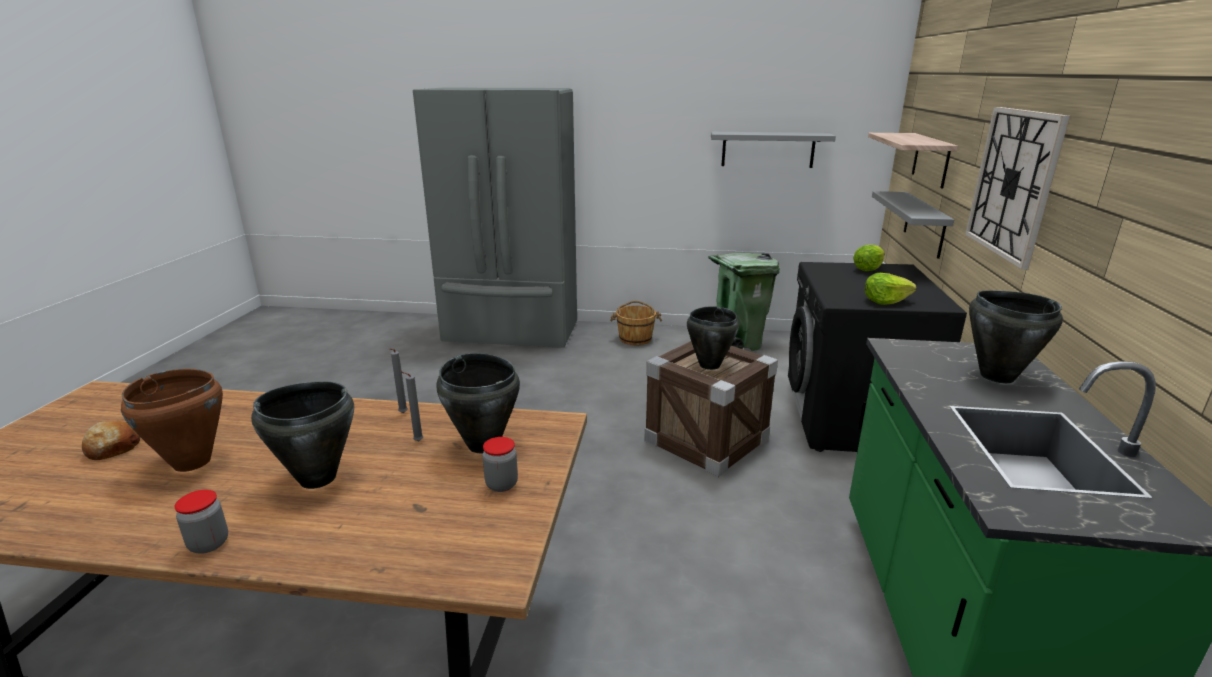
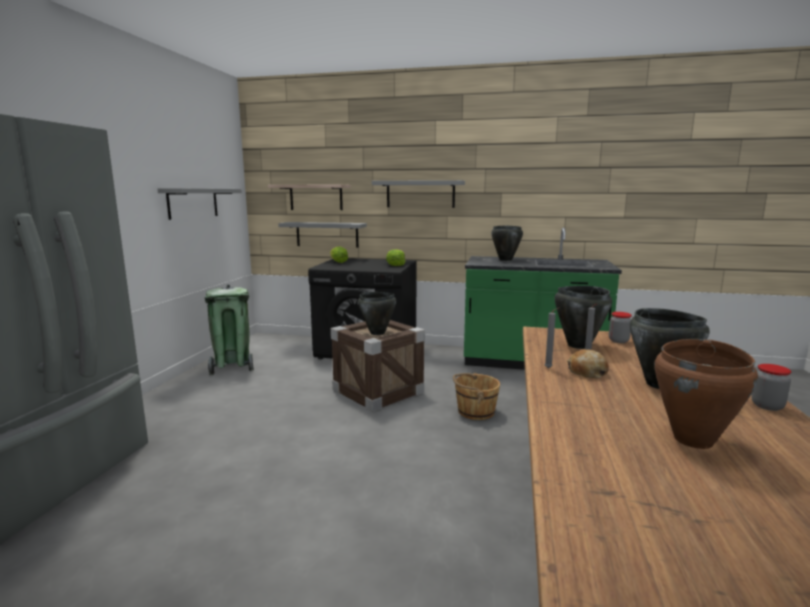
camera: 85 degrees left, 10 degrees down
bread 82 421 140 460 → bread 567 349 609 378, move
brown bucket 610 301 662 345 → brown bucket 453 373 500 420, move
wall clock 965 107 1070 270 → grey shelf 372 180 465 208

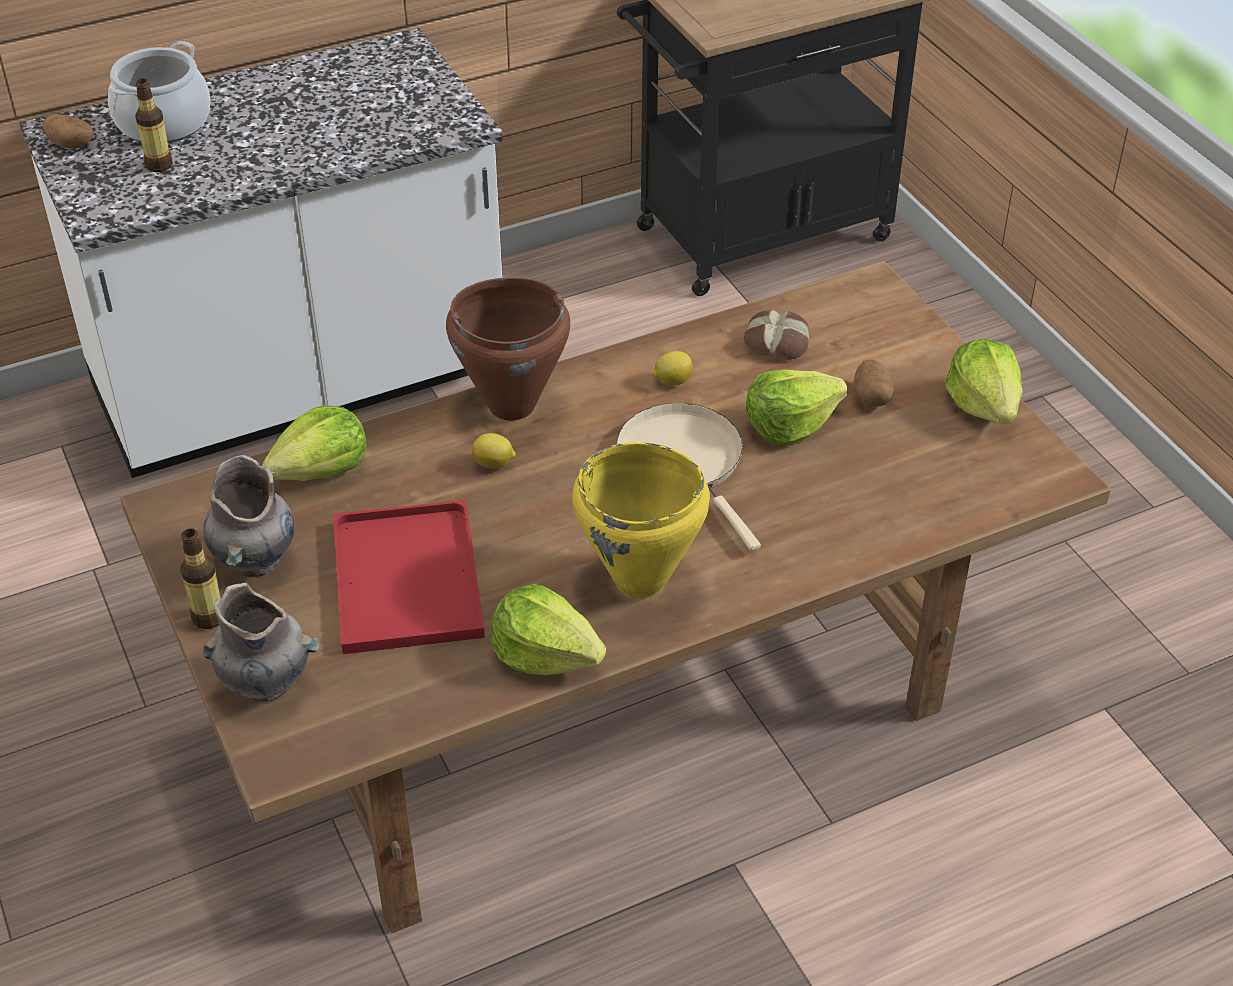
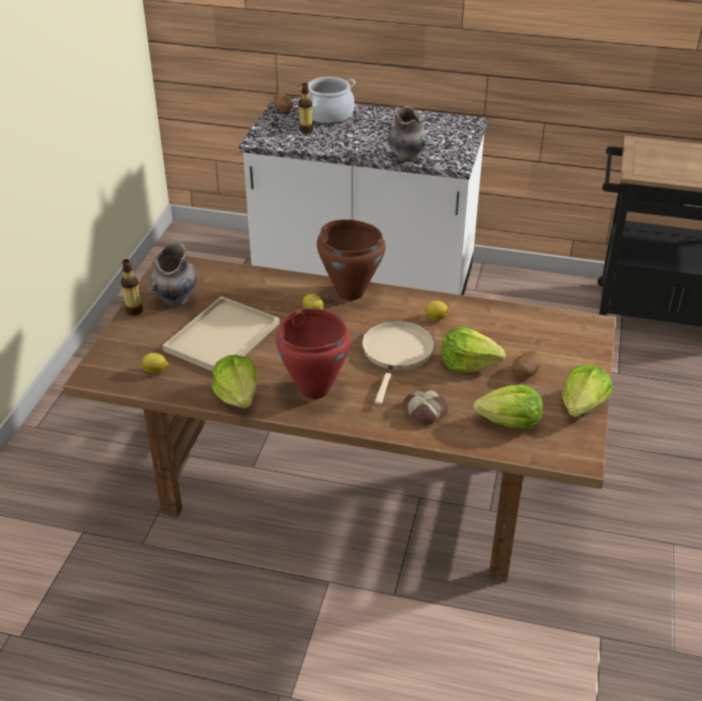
camera: 40 degrees right, 5 degrees down
- → lemon 142 353 169 374
grey vase 203 583 319 702 → grey vase 388 106 429 162, move
lettuce 262 405 366 481 → lettuce 473 385 543 430, move
bread 744 310 810 360 → bread 403 388 448 425, move
red tray 333 500 485 654 → beige tray 162 296 280 372
yellow cooking pot 572 442 710 598 → red cooking pot 276 308 351 399

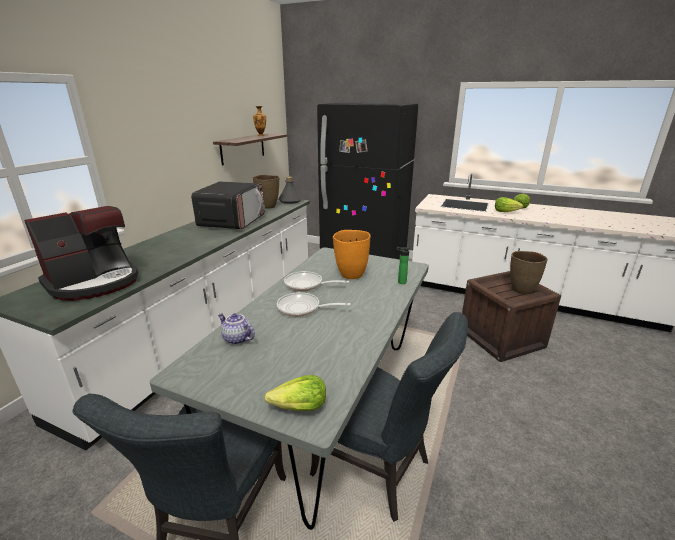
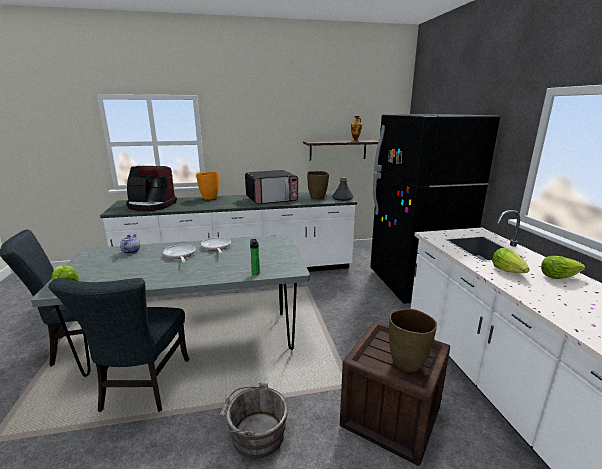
camera: 55 degrees right, 5 degrees down
- → grey bucket 219 383 288 459
orange vase 333 230 370 279 → orange vase 196 172 219 200, move

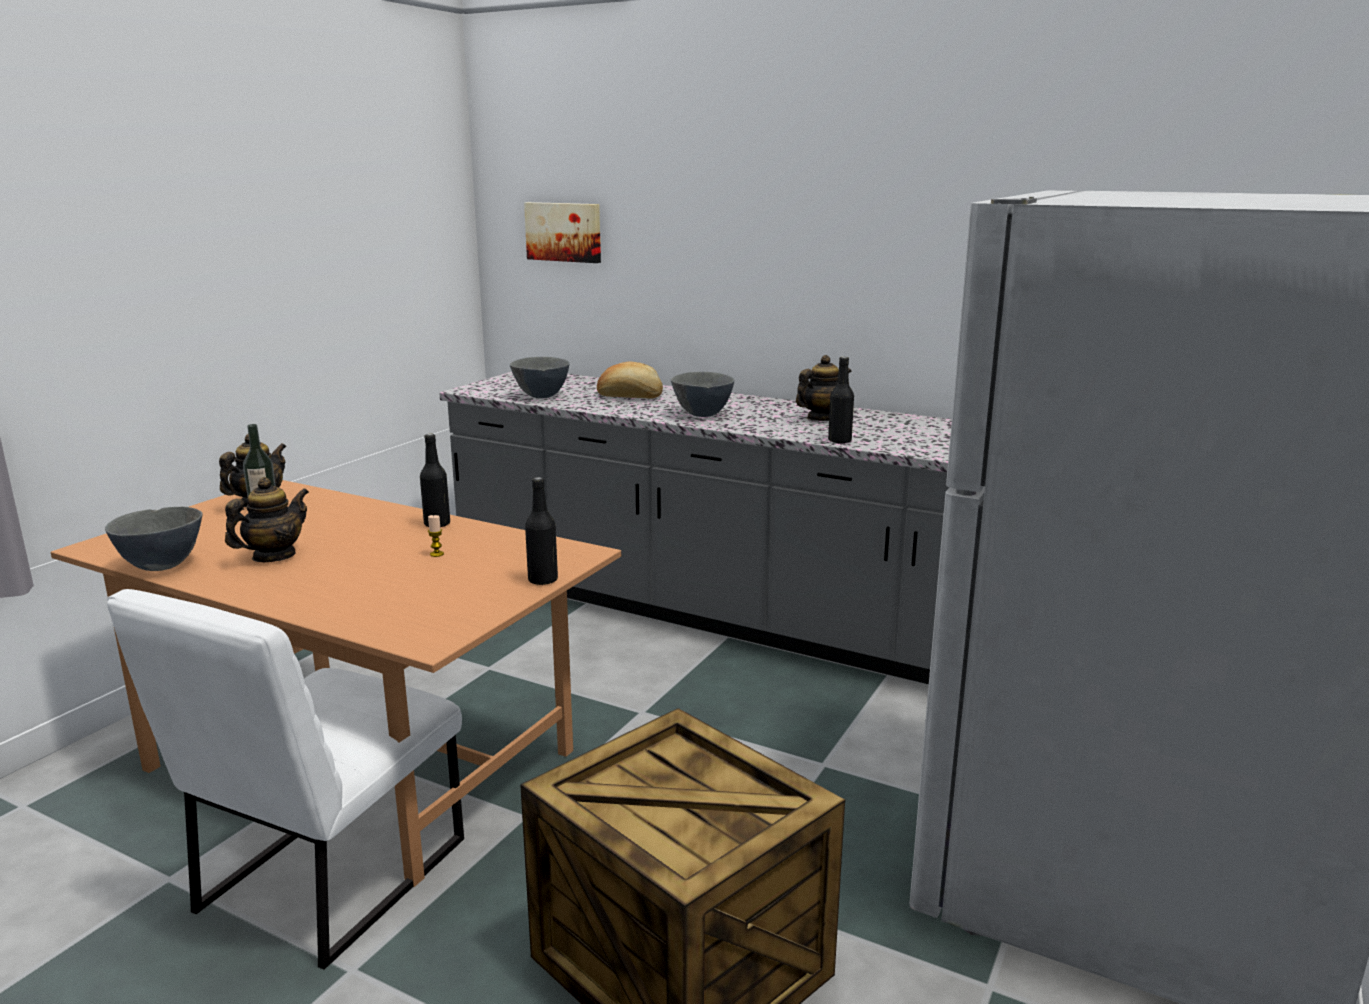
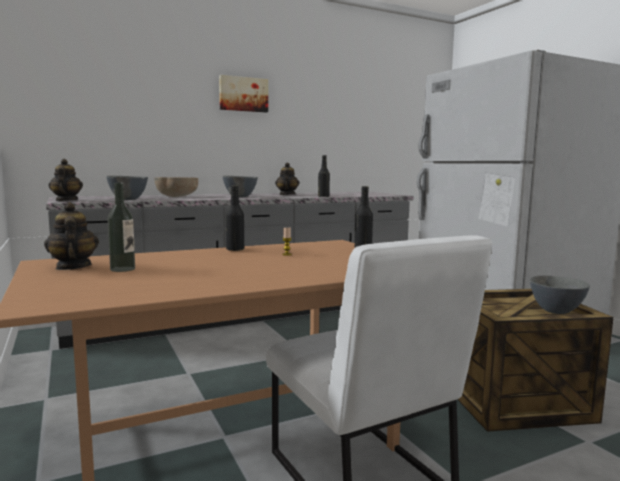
camera: 55 degrees left, 10 degrees down
grey bowl 105 507 202 571 → grey bowl 530 276 590 314, move
teapot 225 477 309 562 → teapot 49 159 83 201, move
picture 524 202 601 263 → picture 219 75 268 113, move
bread 597 362 663 399 → brown bowl 155 177 198 197

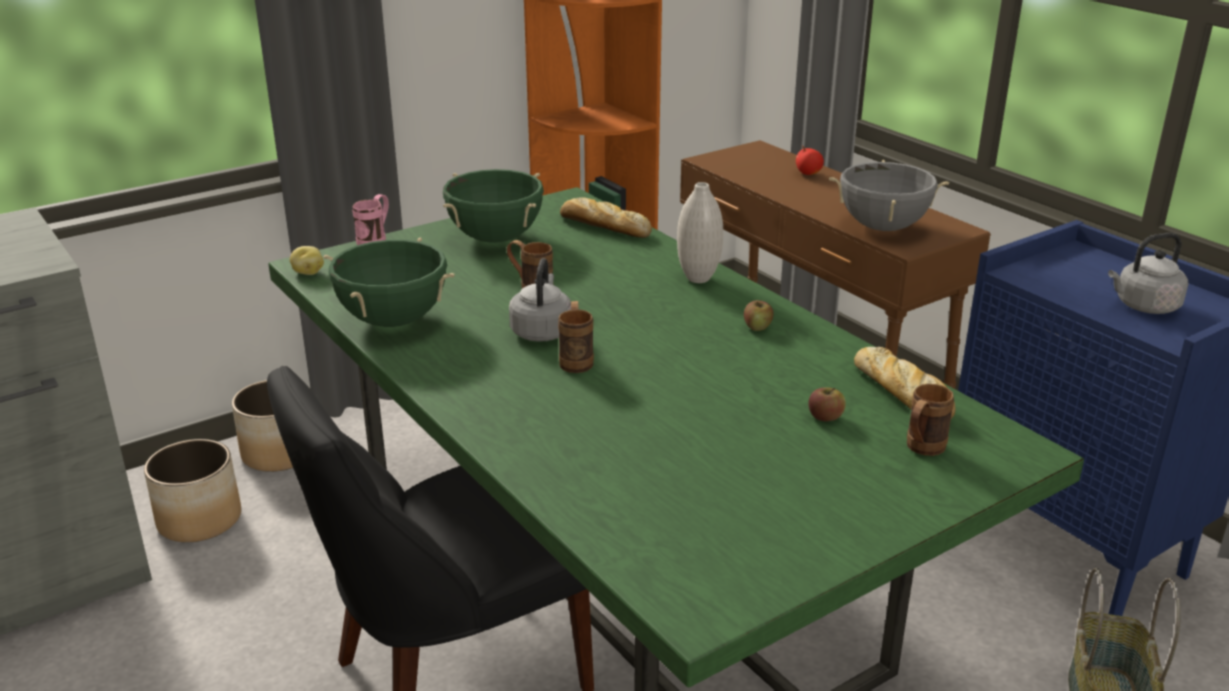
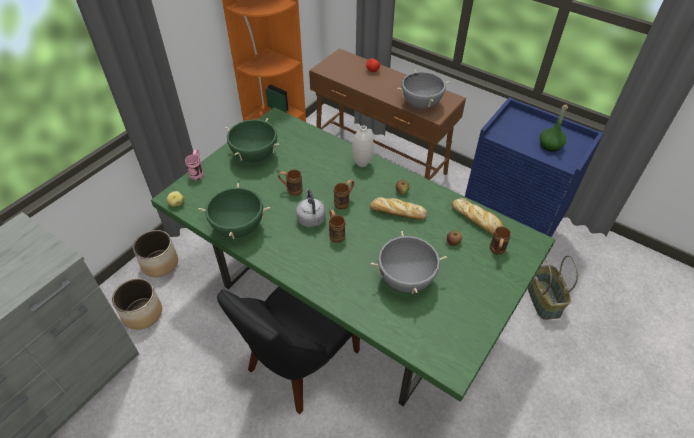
camera: 20 degrees left, 20 degrees up
- → brown mug 334 180 354 209
- → grey cooking pot 371 231 447 294
bread 560 197 652 238 → bread 370 197 427 220, move
grey kettle 1108 233 1188 314 → green bottle 540 104 568 152

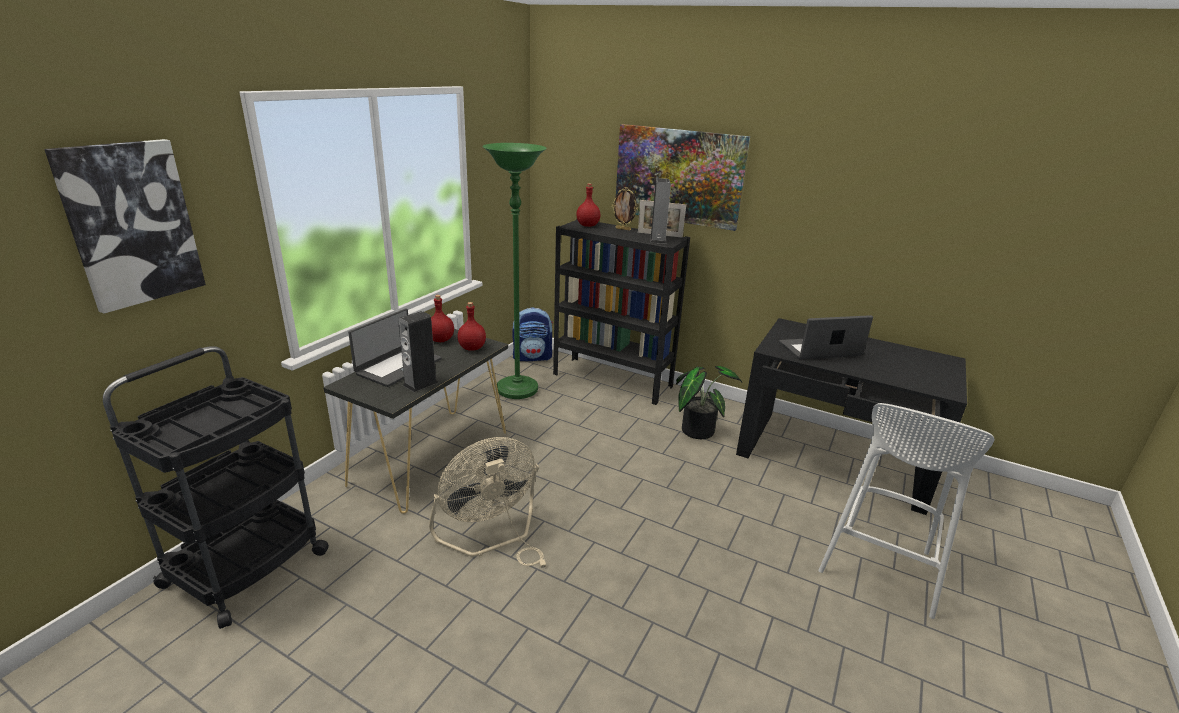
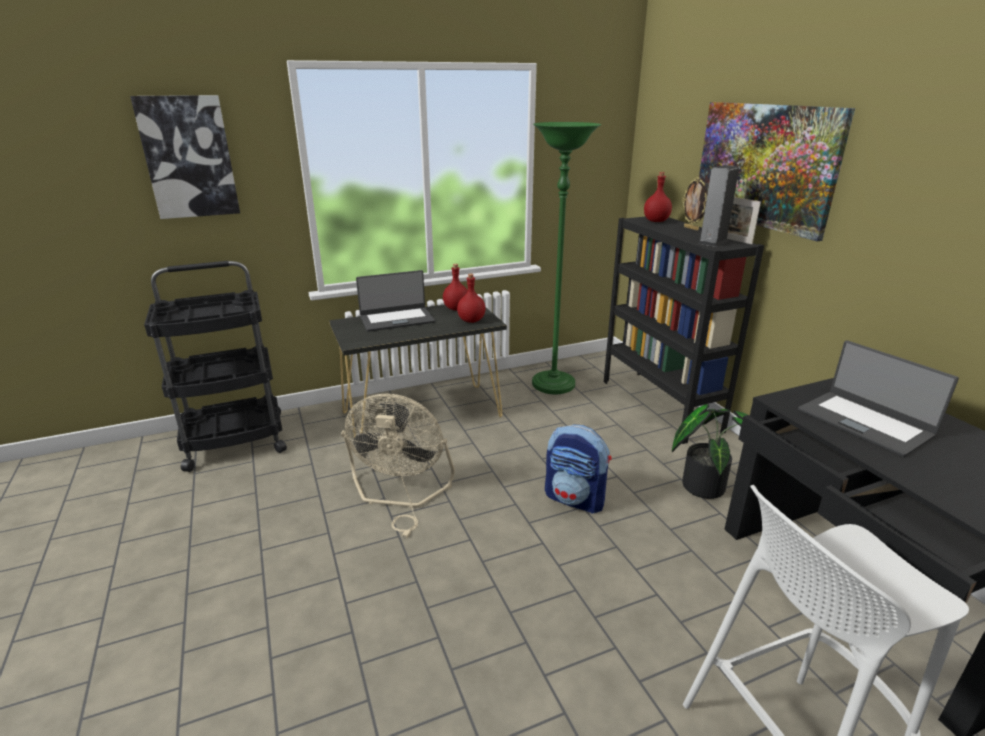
camera: 40 degrees right, 0 degrees up
speaker 398 311 438 392 → -
backpack 512 307 553 361 → backpack 545 424 612 514, move
laptop 779 315 873 360 → laptop 798 340 959 457, 150 degrees counterclockwise

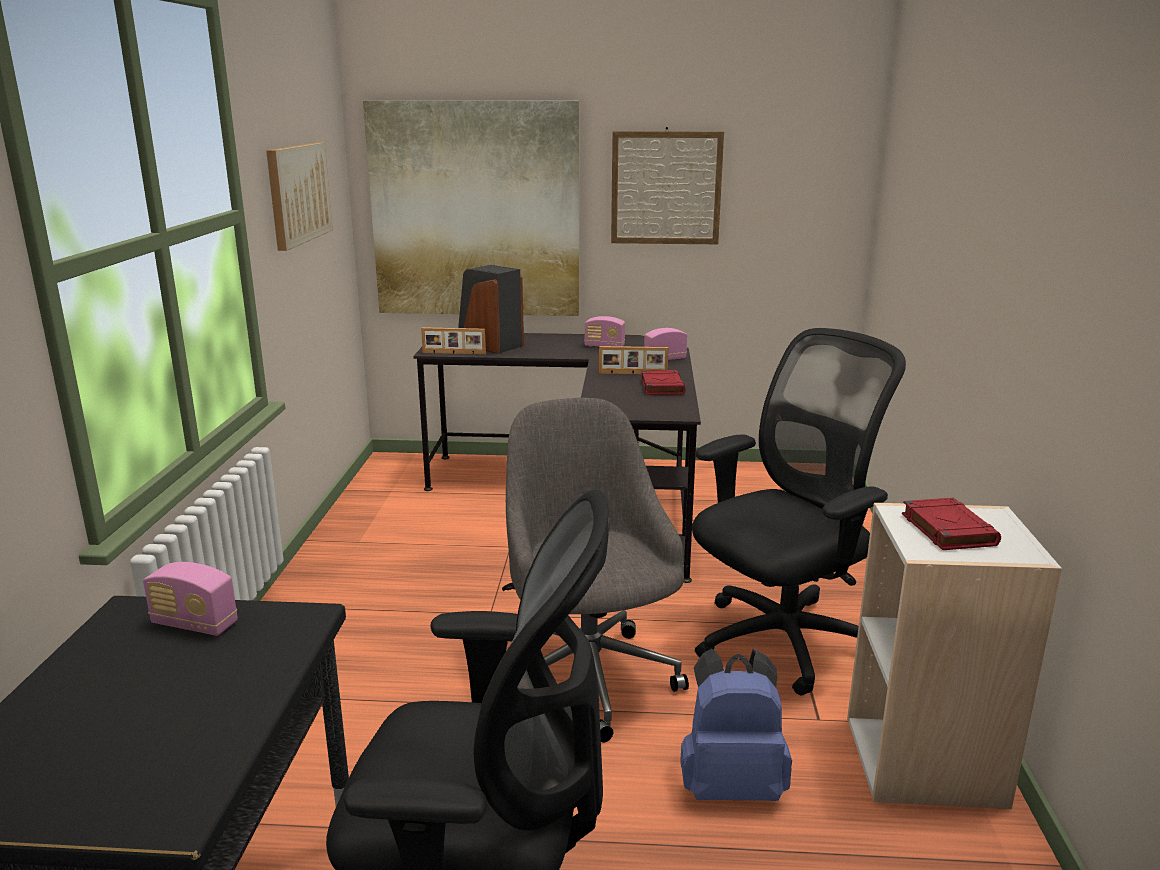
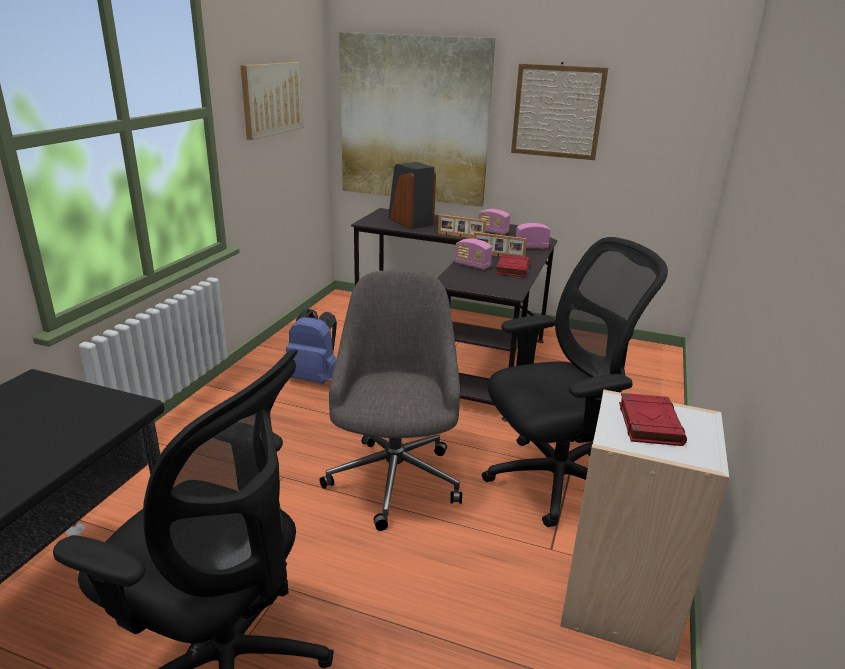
camera: 15 degrees right, 5 degrees up
radio 143 562 238 636 → radio 455 238 492 270, move
picture frame 421 327 486 354 → picture frame 438 214 486 239, move
blue backpack 680 649 792 801 → blue backpack 284 309 337 384, move

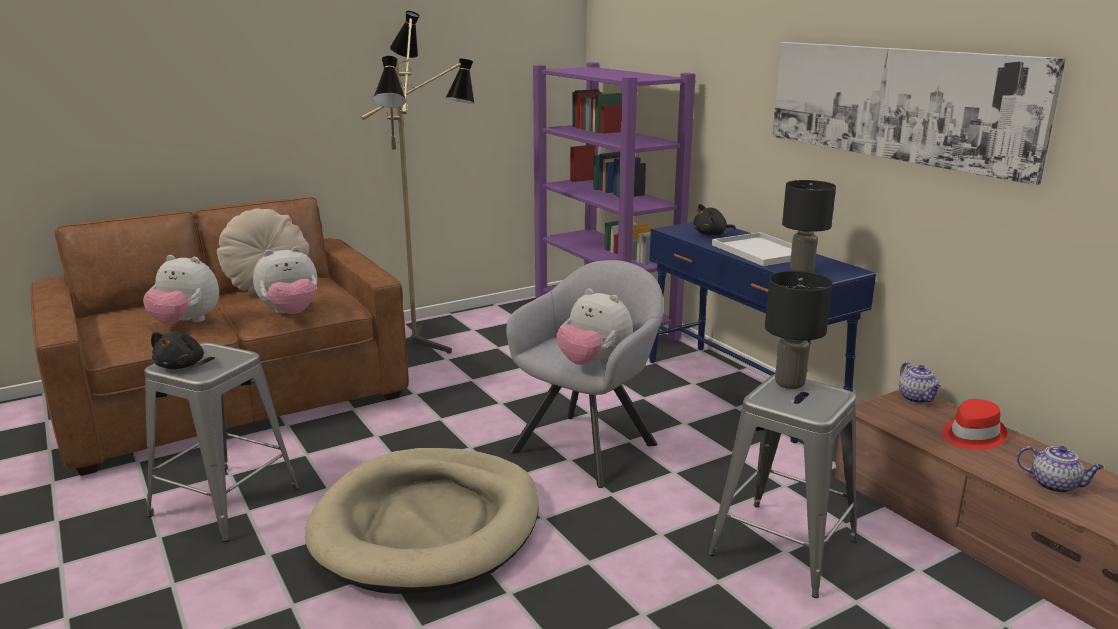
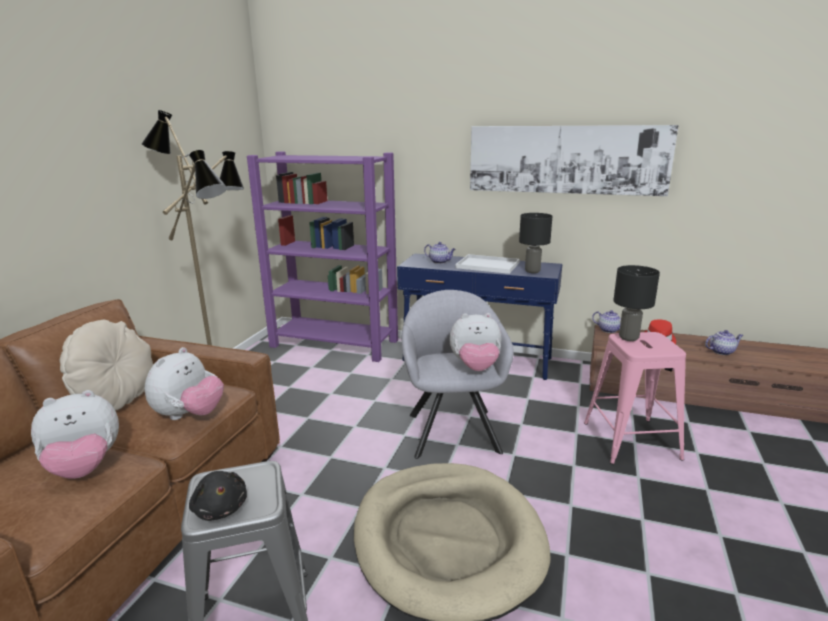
camera: 40 degrees left, 0 degrees up
black plush toy 693 204 736 236 → teapot 424 242 456 264
grey stool 708 374 857 598 → pink stool 584 332 686 464

